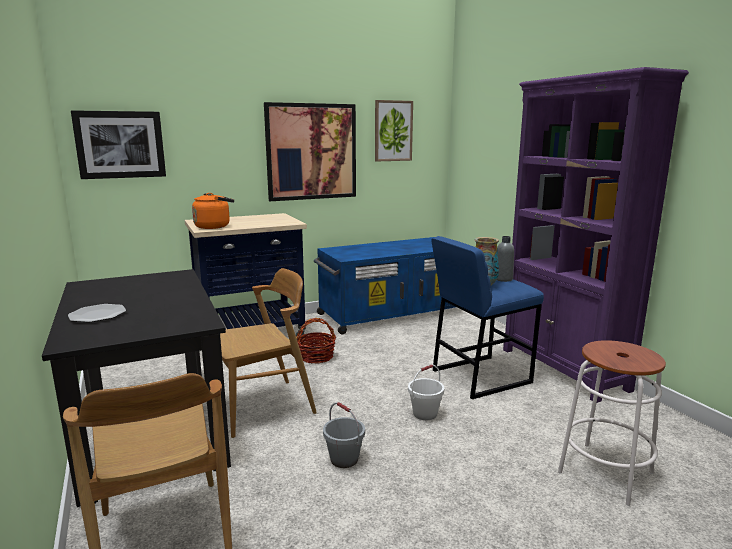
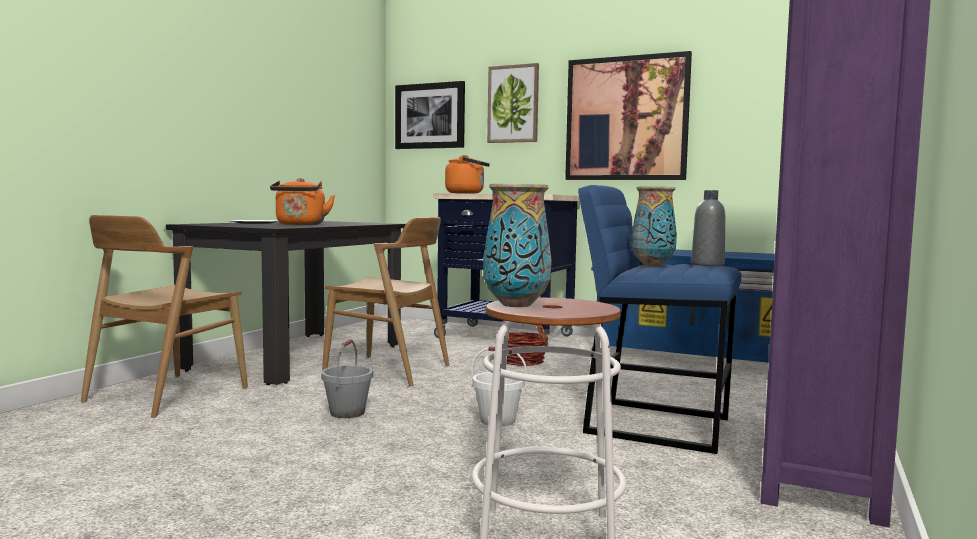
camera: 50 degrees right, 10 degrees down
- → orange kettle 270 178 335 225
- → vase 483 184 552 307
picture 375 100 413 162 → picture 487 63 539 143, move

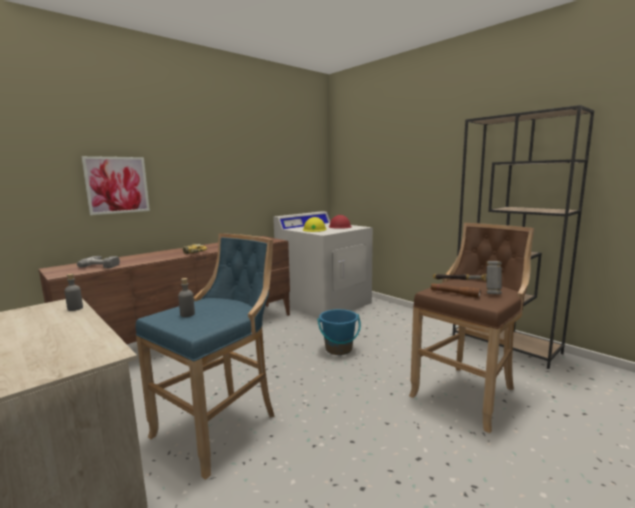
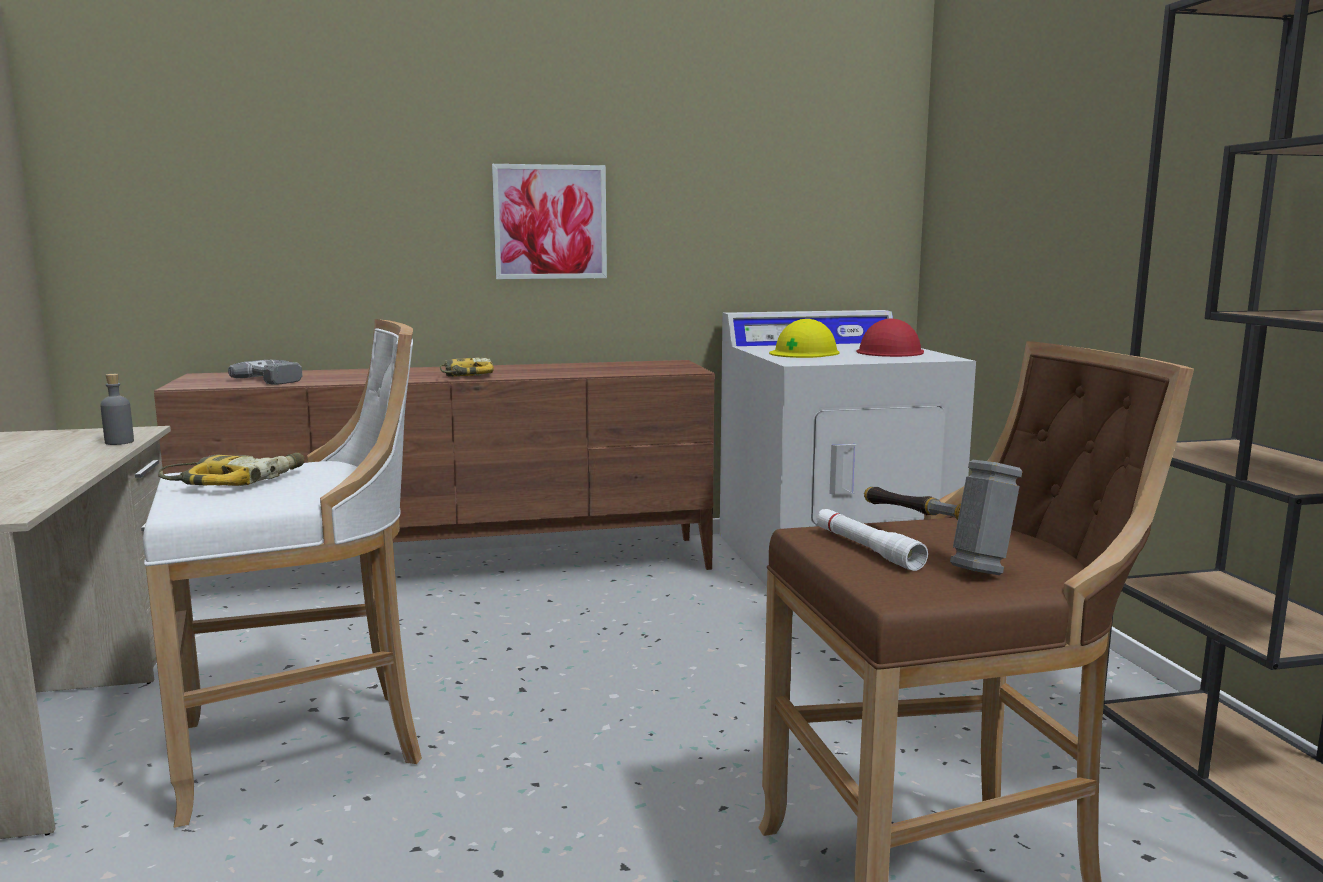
camera: 30 degrees right, 0 degrees up
blue bucket 317 309 361 355 → -
picture 81 156 150 215 → picture 492 164 607 279, move
grey bottle 178 278 195 317 → power drill 158 453 304 486
blue stool 135 233 275 480 → white stool 143 319 422 828
brown flashlight 431 283 480 298 → white flashlight 816 509 928 571

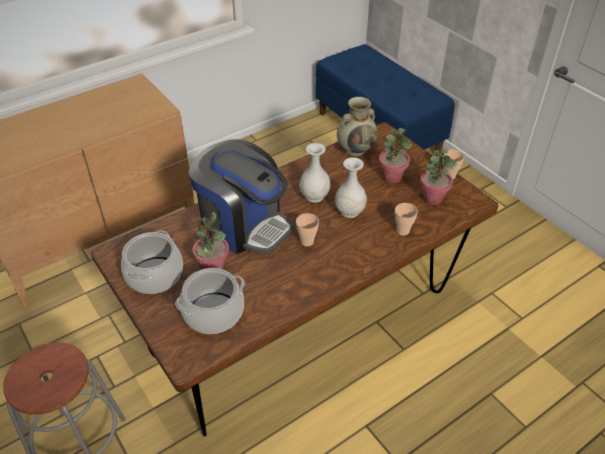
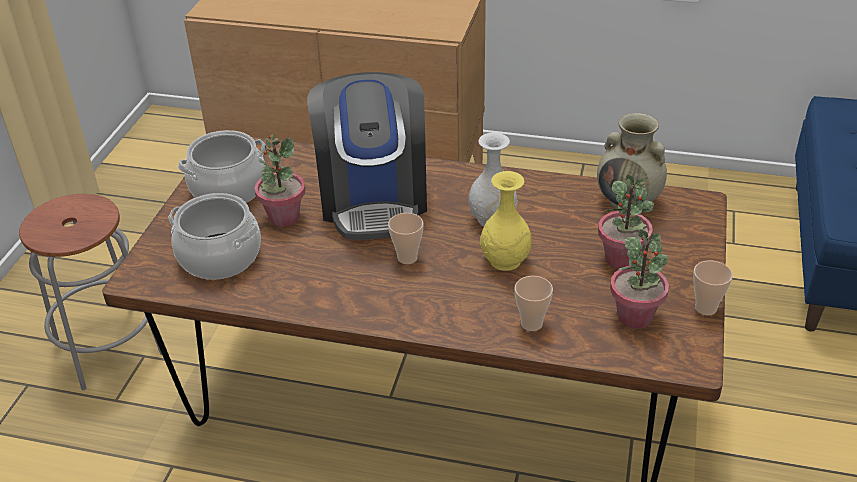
camera: 50 degrees right, 5 degrees down
white vase 335 157 367 218 → yellow vase 480 171 532 271

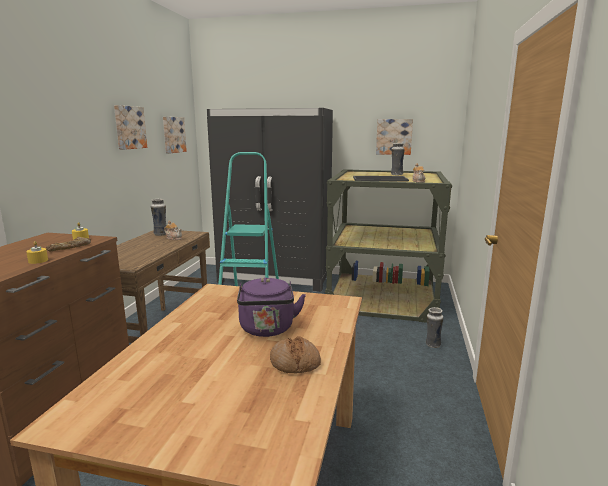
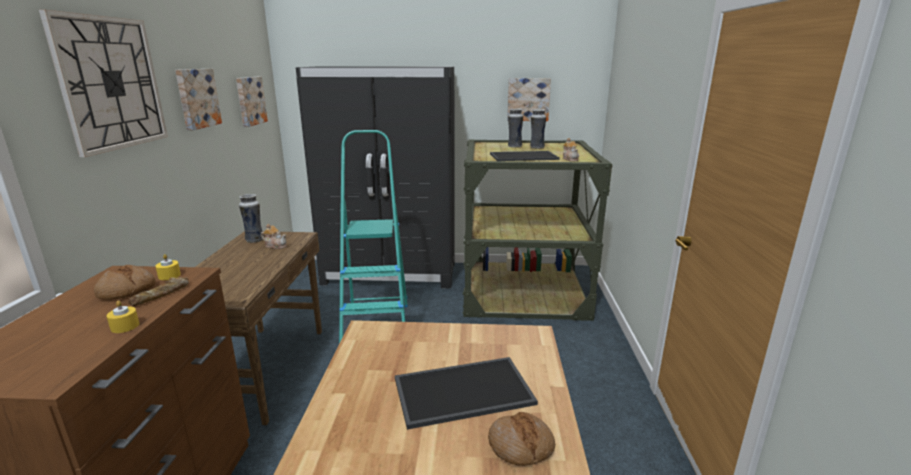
camera: 10 degrees left, 5 degrees up
- → wall clock 39 9 168 157
- → bread 94 265 156 300
vase 426 307 443 348 → vase 508 108 523 148, move
purple kettle 237 277 306 337 → tray 395 357 538 430

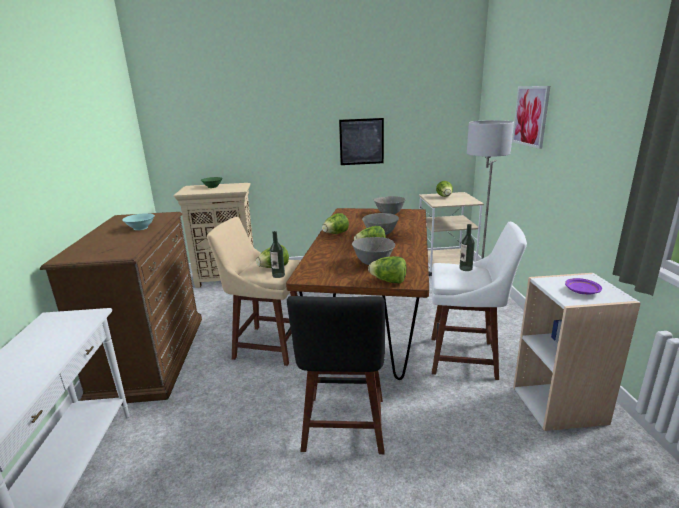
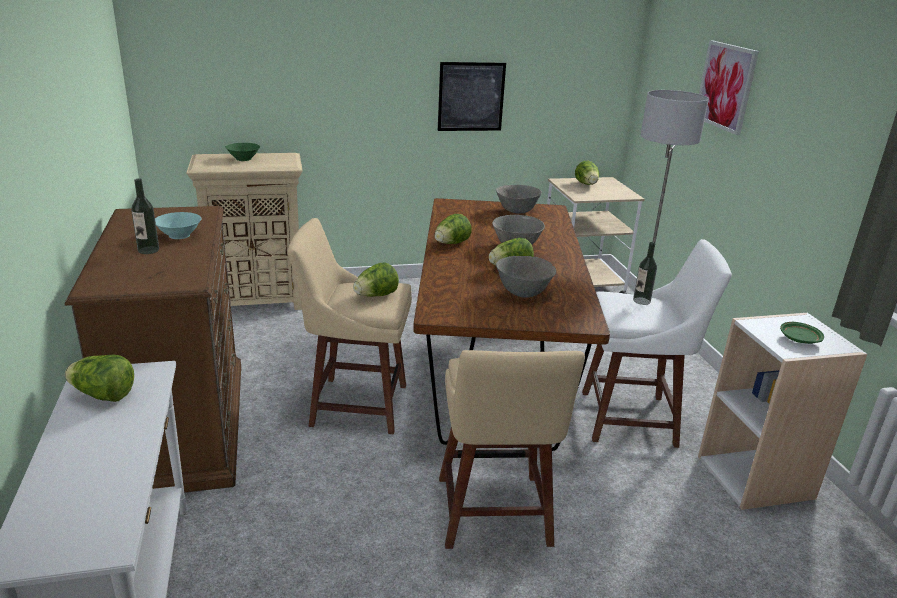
camera: 10 degrees left, 5 degrees up
bottle 270 231 285 278 → bottle 131 178 159 254, move
lettuce 368 256 406 284 → lettuce 65 355 134 402, move
black stool 287 296 385 454 → beige stool 439 350 585 549
purple plate 565 278 602 294 → green plate 780 322 824 344

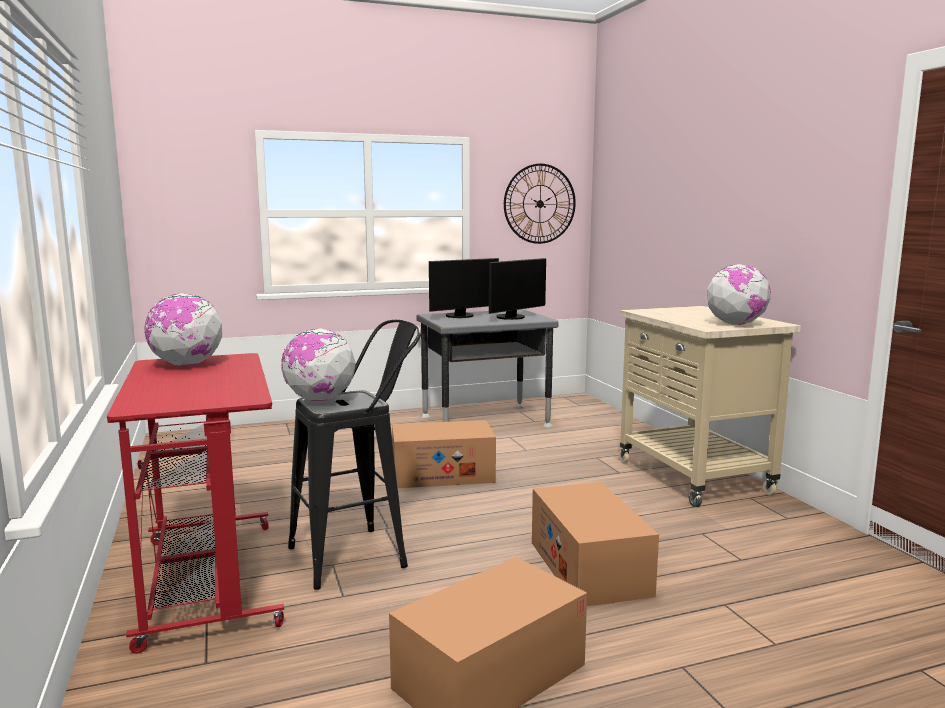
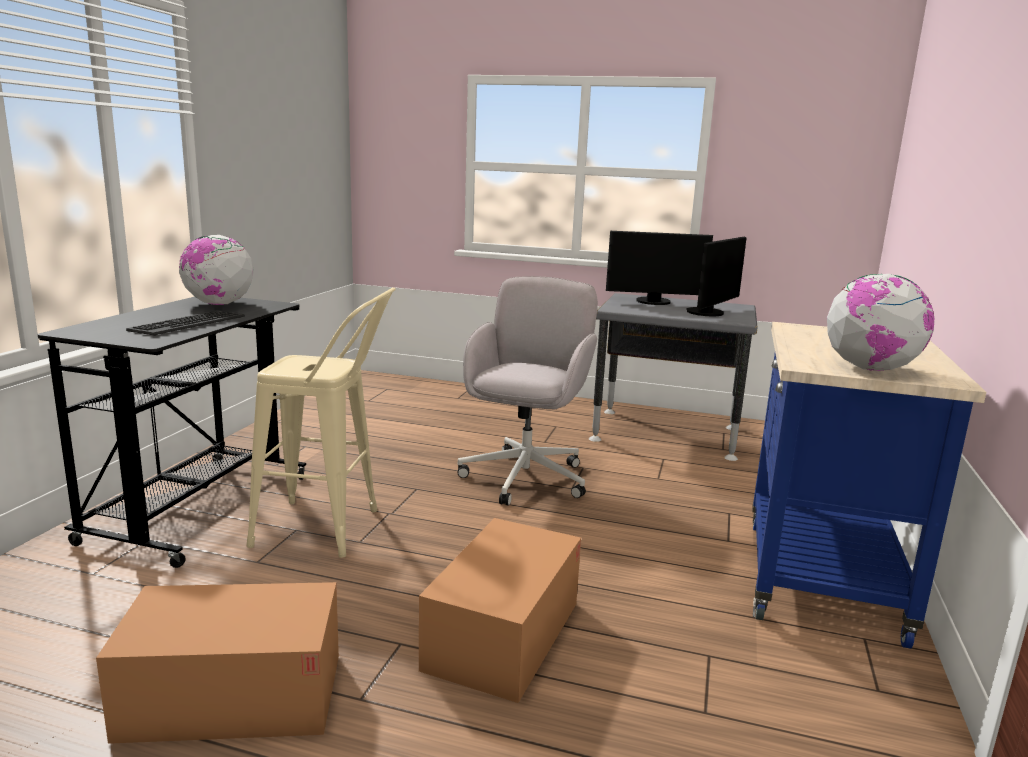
camera: 35 degrees right, 5 degrees up
globe 281 328 356 401 → -
wall clock 504 164 576 244 → -
- → keyboard 126 311 245 336
cardboard box 392 420 496 488 → grey office chair 457 276 598 506
red desk 107 353 284 653 → black desk 37 297 306 568
black stool 288 319 421 590 → beige stool 246 287 396 558
beige cart 619 306 801 507 → blue cart 752 322 986 649
monitor 489 258 546 320 → monitor 686 236 746 316, 45 degrees counterclockwise

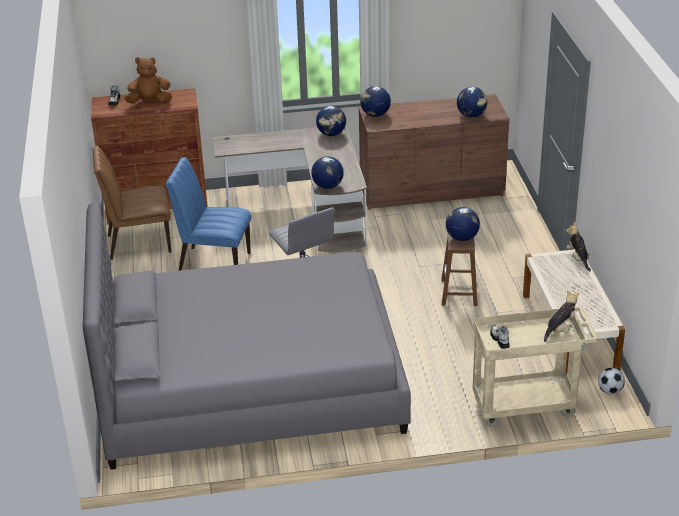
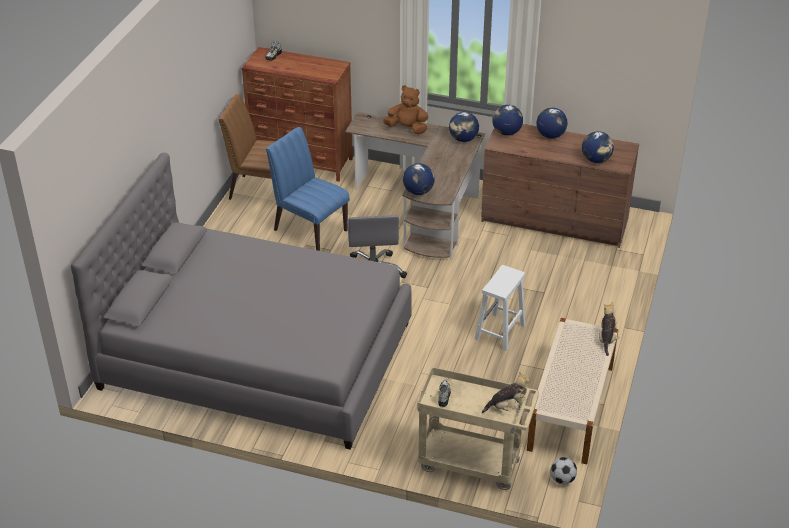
camera: 25 degrees right, 5 degrees up
brown plush toy 124 57 172 104 → brown plush toy 383 85 428 134, move
globe 446 207 480 241 → globe 537 108 567 139, move
brown stool 441 234 478 306 → white stool 475 265 526 351

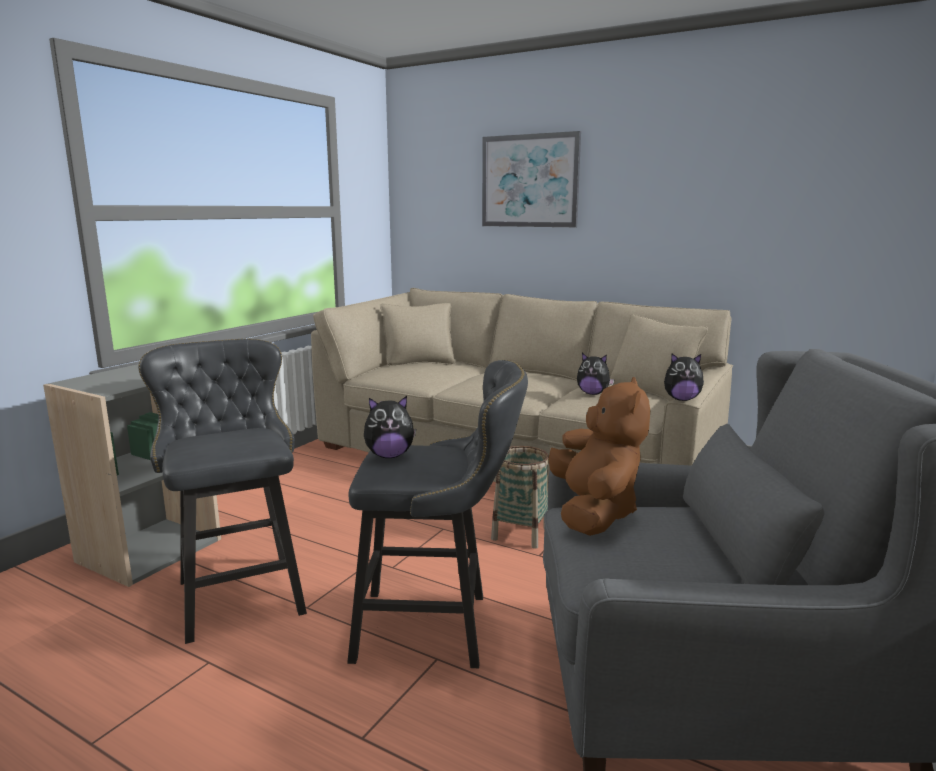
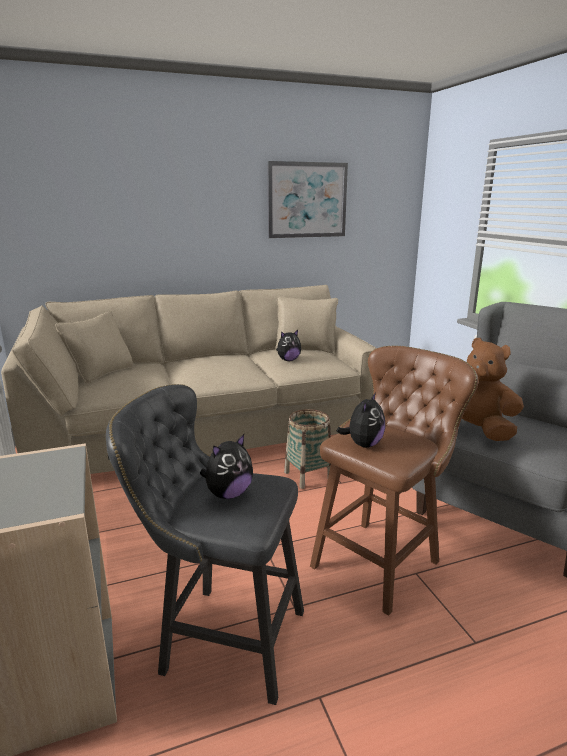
camera: 50 degrees left, 5 degrees up
picture 482 131 581 227 → picture 267 161 348 238, move
plush toy 664 354 704 401 → plush toy 200 434 253 499, move
grey stool 347 360 528 668 → brown stool 310 346 478 616

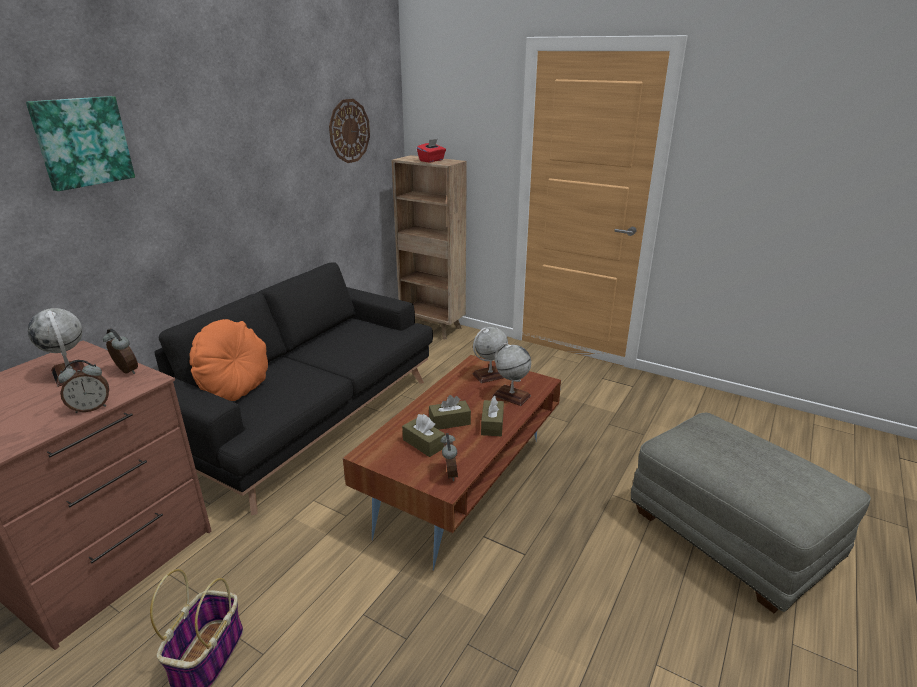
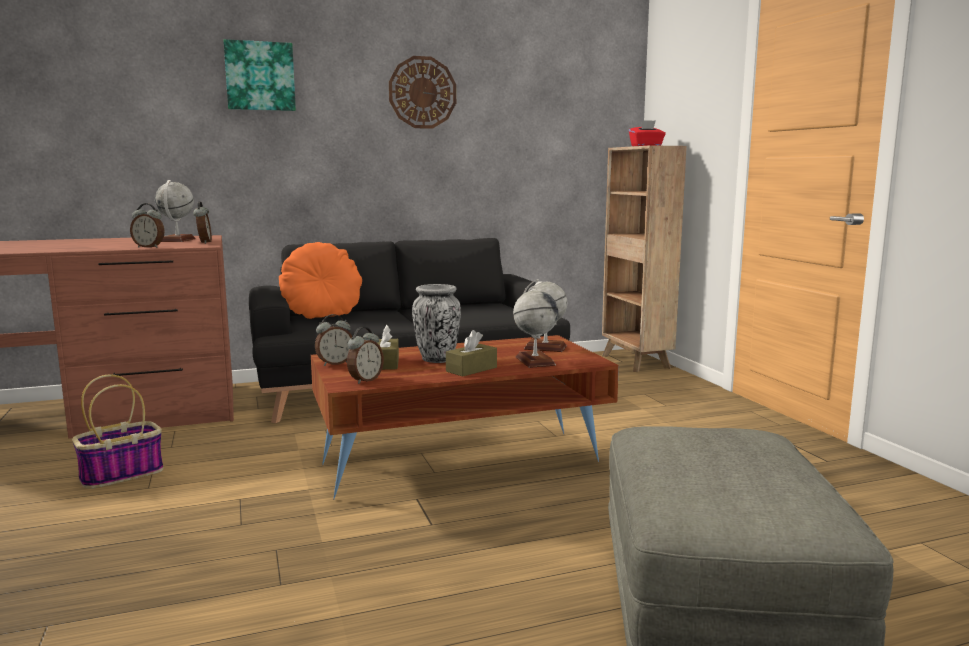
camera: 40 degrees right, 15 degrees down
- → alarm clock 315 314 352 366
wall clock 329 99 370 163 → wall clock 389 56 456 129, move
brown tissue box 429 395 471 430 → vase 412 284 461 363

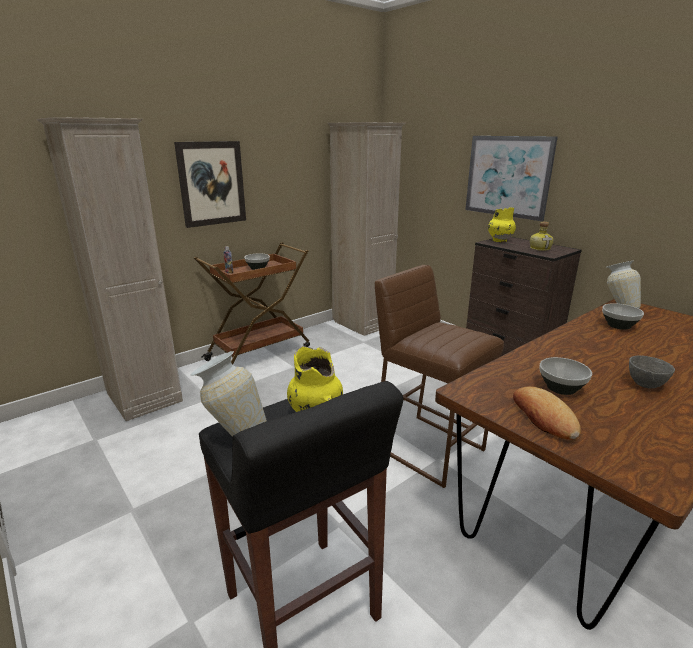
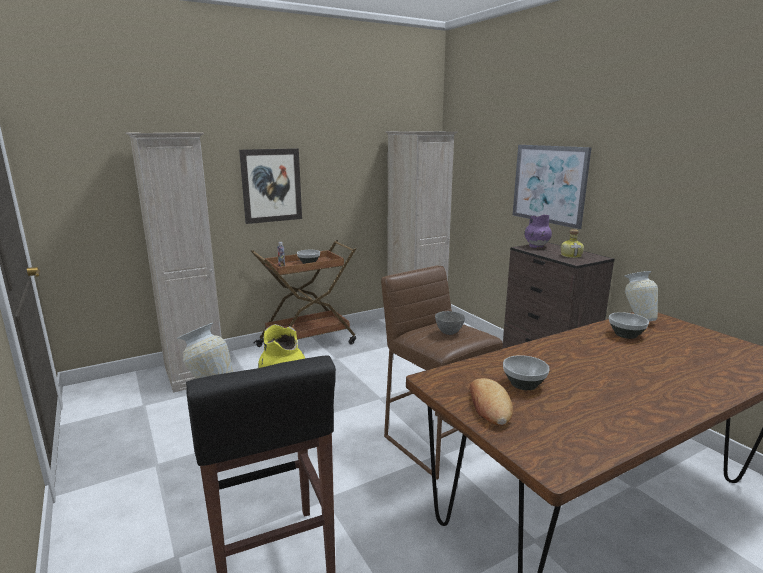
camera: 10 degrees right, 5 degrees down
grey bowl 629 356 675 388 → grey bowl 435 311 465 335, move
yellow vase 488 207 516 242 → purple vase 524 214 552 248

